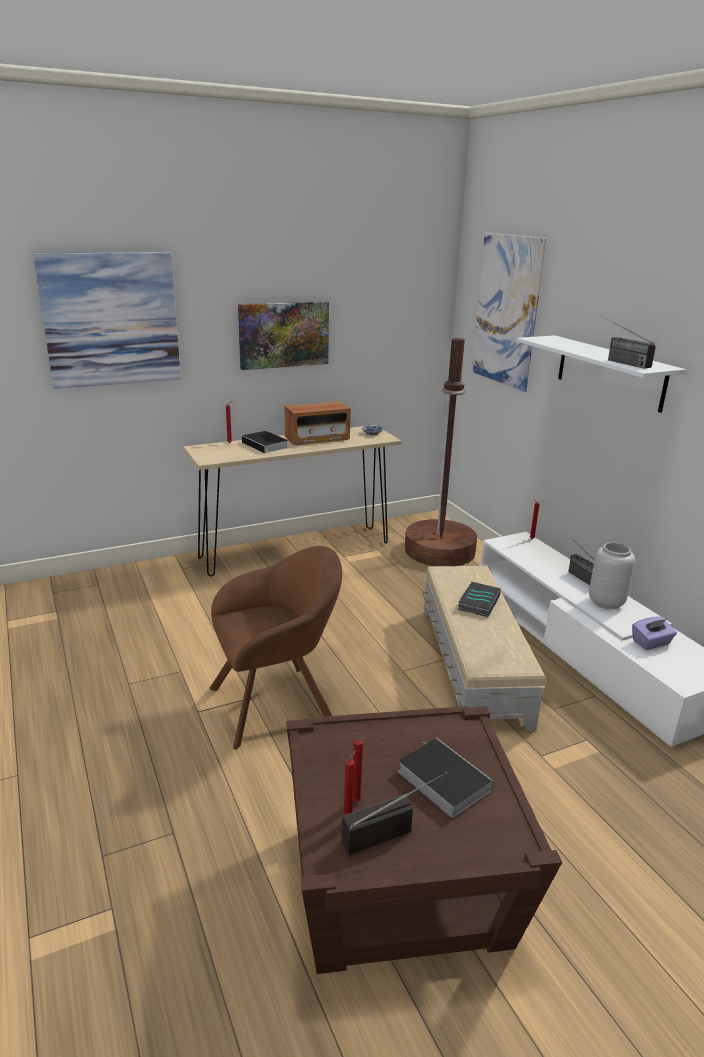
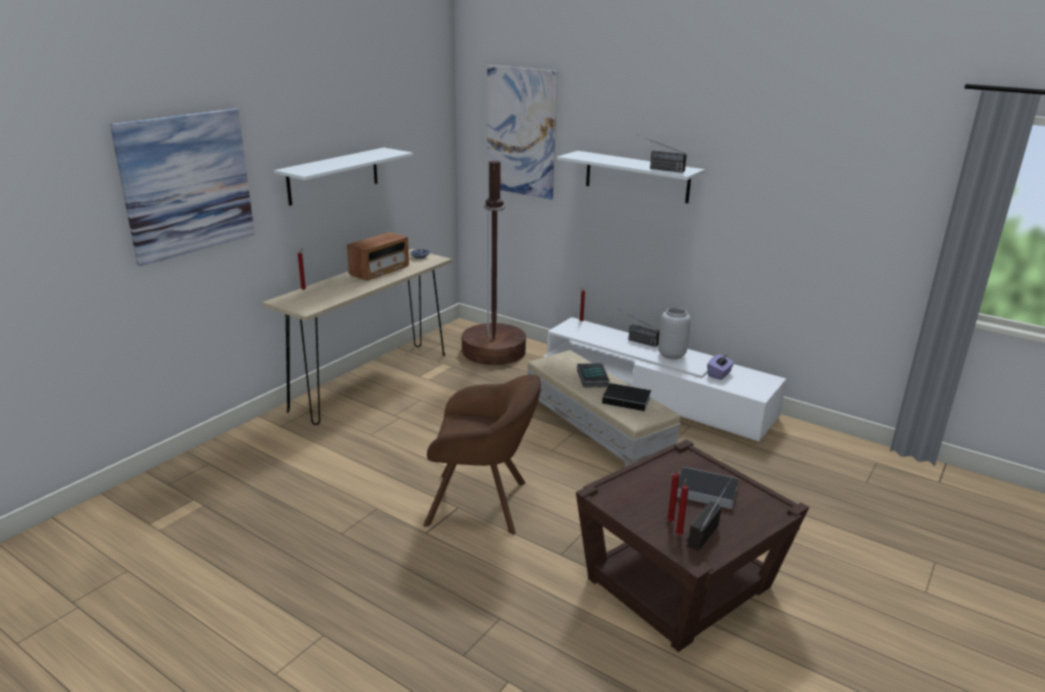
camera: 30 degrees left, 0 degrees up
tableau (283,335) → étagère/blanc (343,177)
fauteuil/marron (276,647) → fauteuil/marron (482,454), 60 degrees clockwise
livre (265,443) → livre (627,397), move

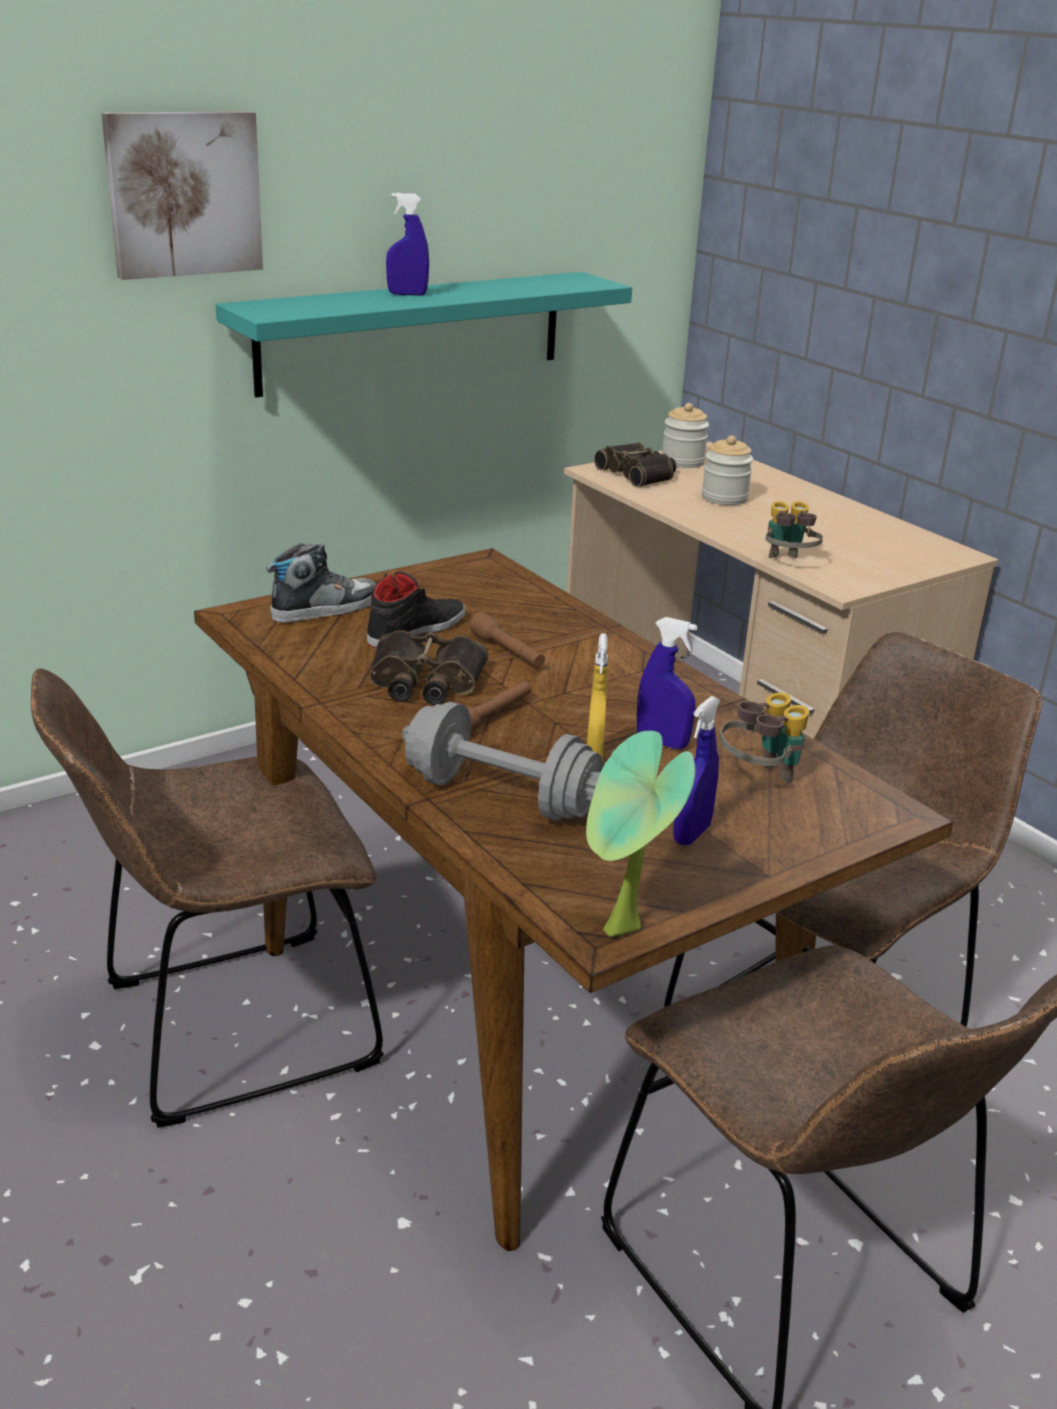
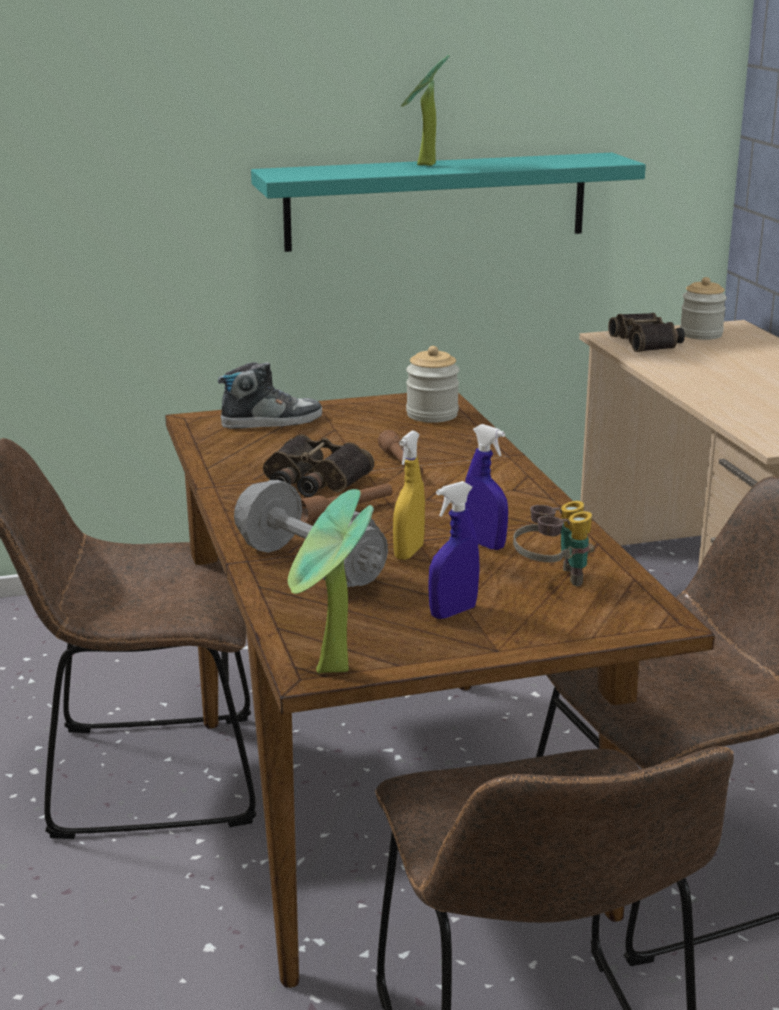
camera: 20 degrees right, 5 degrees down
vaporisateur/bleu (407,244) → plante en pot (425,110)
bocal (727,470) → bocal (432,384), move
tableau (182,195) → -
chaussure/noir (416,609) → -
jumelles (794,529) → -

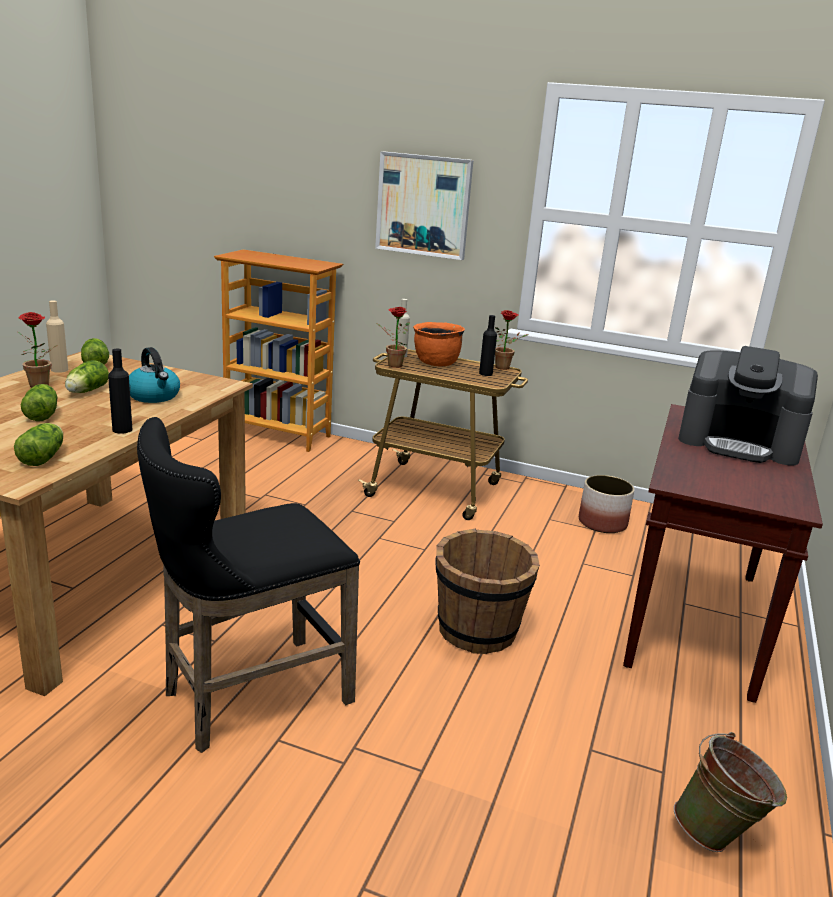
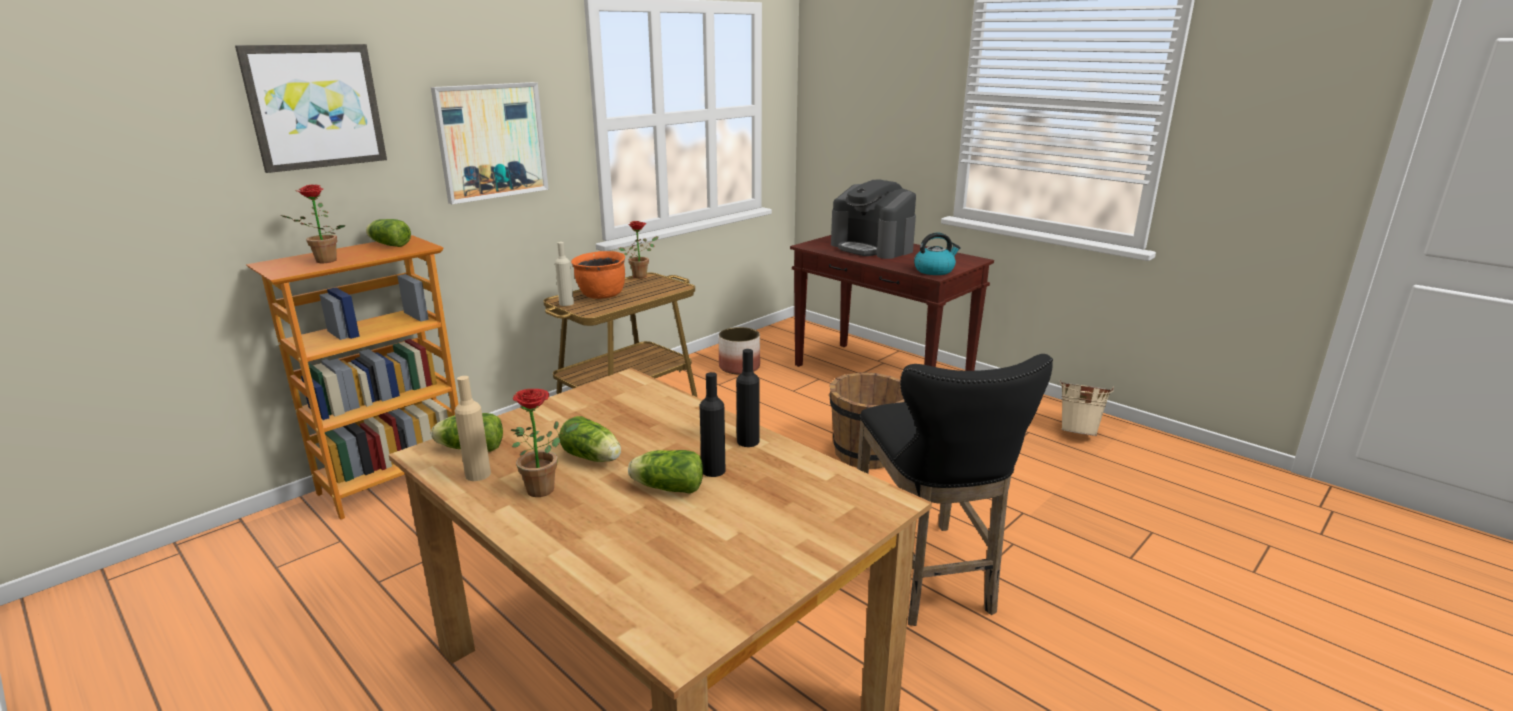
camera: 65 degrees left, 0 degrees up
- → tableau (311,108)
plante en pot (393,337) → plante en pot (312,223), move
laitue (38,444) → laitue (388,233), move
bouteille/noir (488,345) → bouteille/noir (712,424), move
machine à café (748,406) → machine à café (873,219), 90 degrees clockwise
bouilloire (154,375) → bouilloire (937,254), move
seau/vert (730,792) → seau/beige (1086,407)

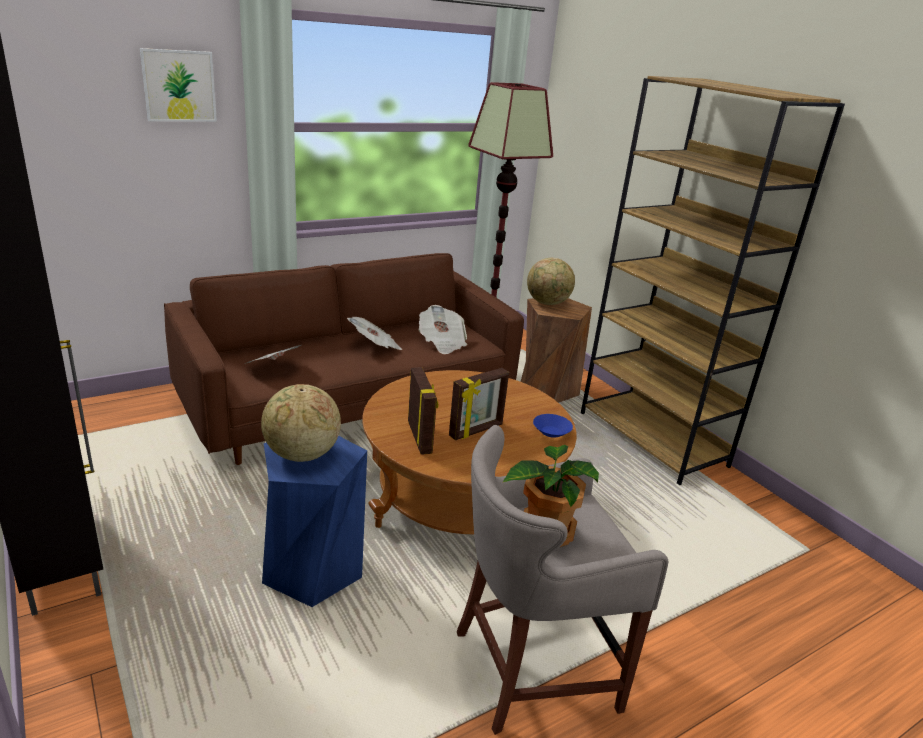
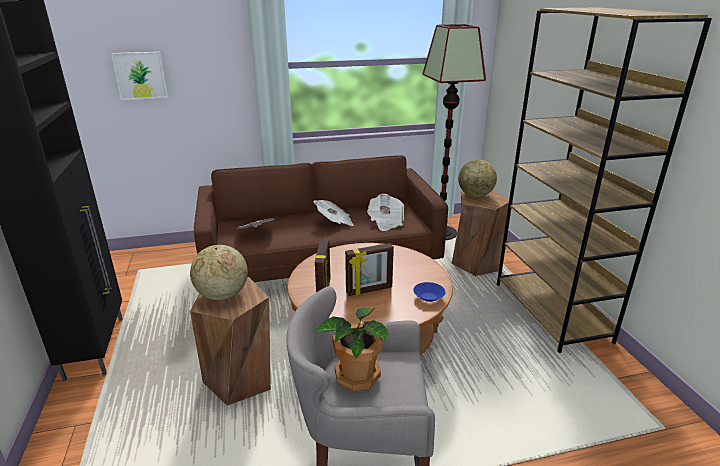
camera: 20 degrees right, 0 degrees up
tableau (178,85) → tableau (139,76), move
tabouret/bleu (314,521) → tabouret/marron (230,341)

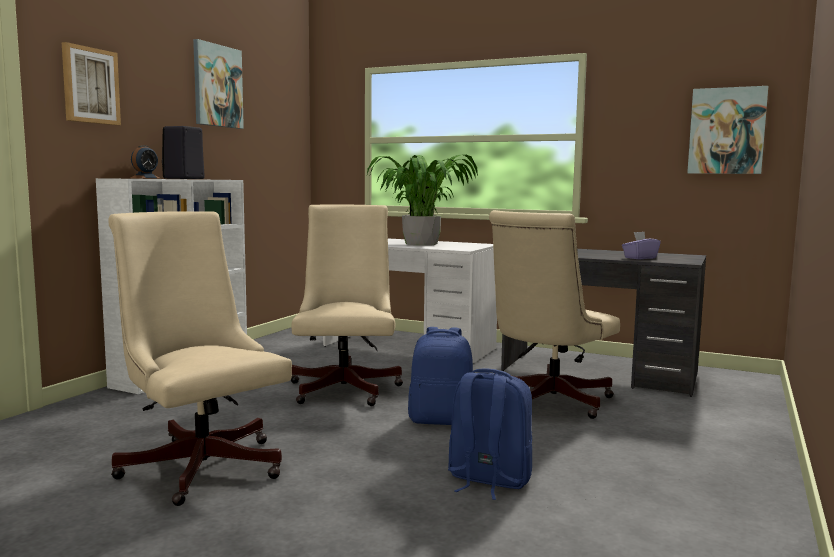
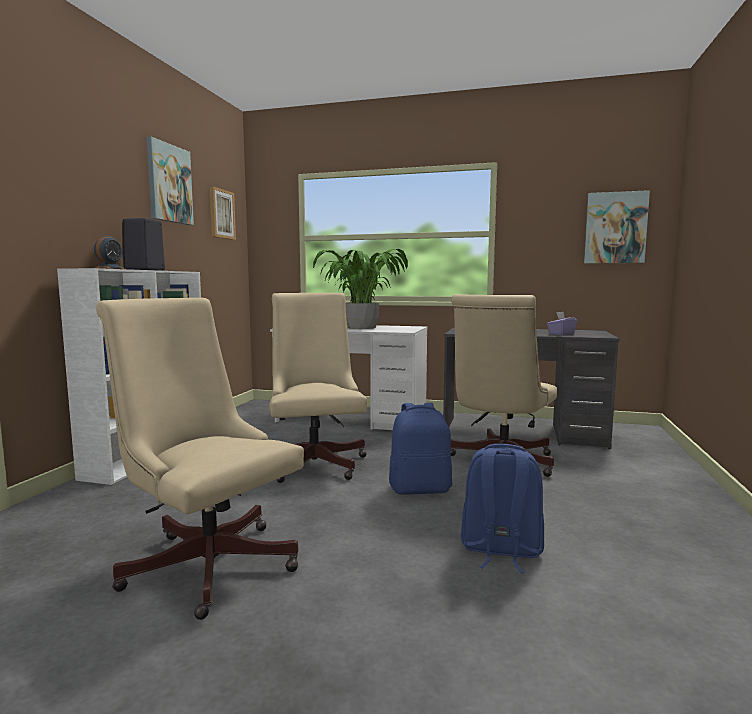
camera: 10 degrees left, 0 degrees up
tableau (91,83) → tableau (223,213), move

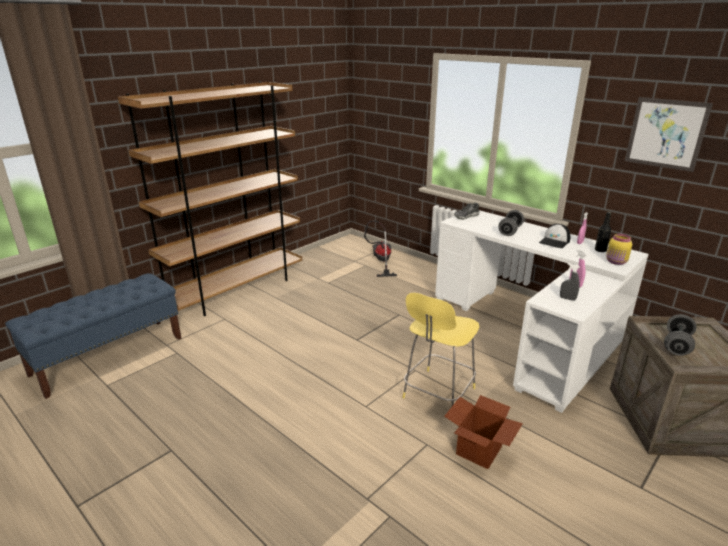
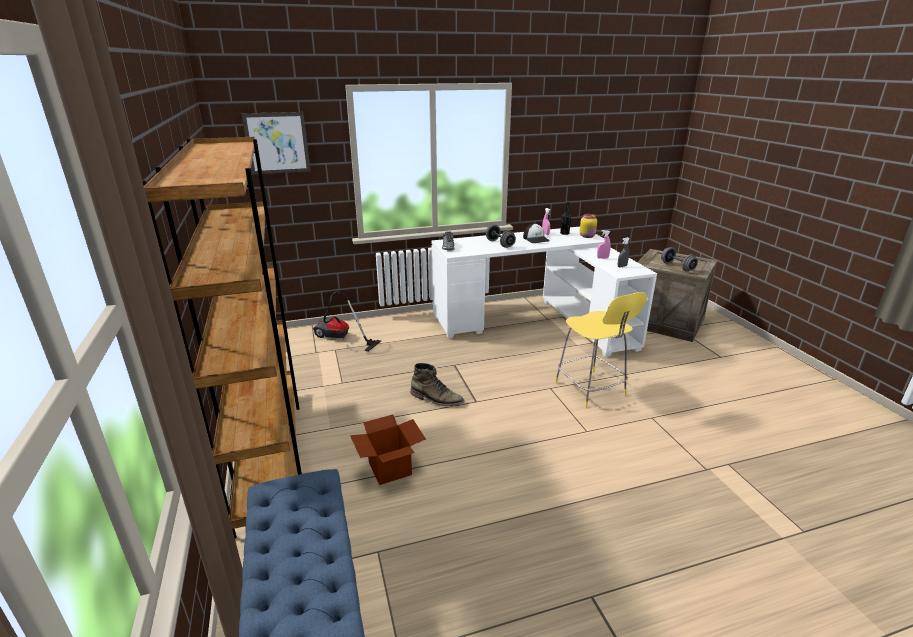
camera: 60 degrees left, 0 degrees up
tableau (669,134) → tableau (276,143), move
carton (483,432) → carton (388,449), move
- → botte/vert (437,384)

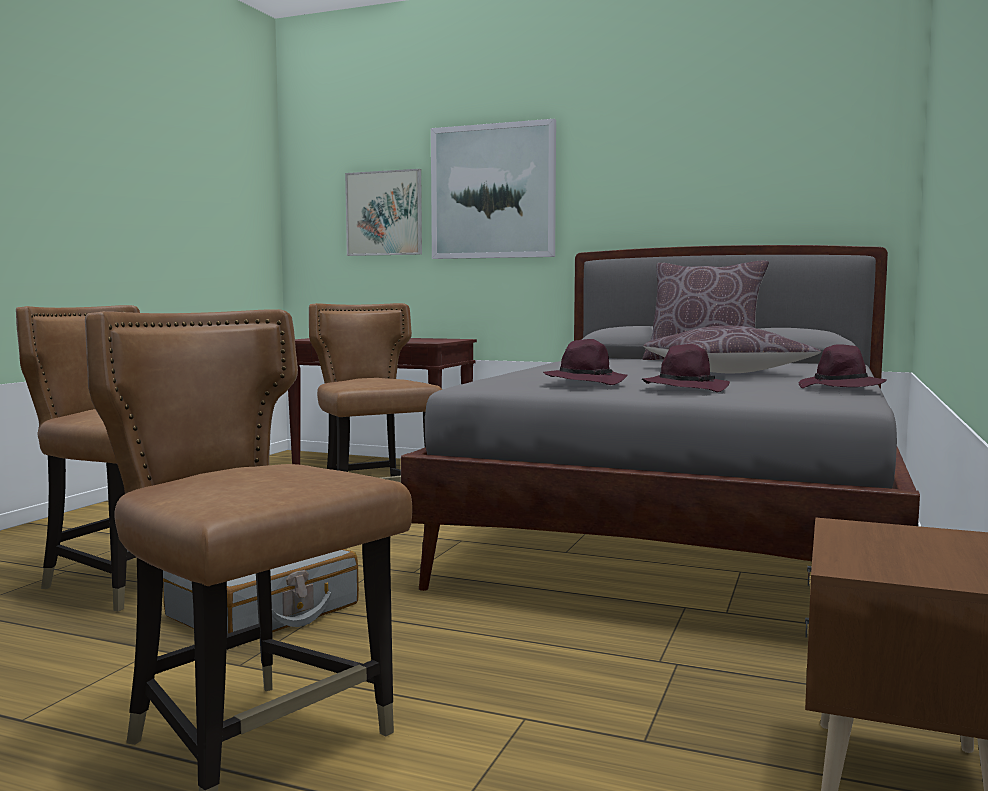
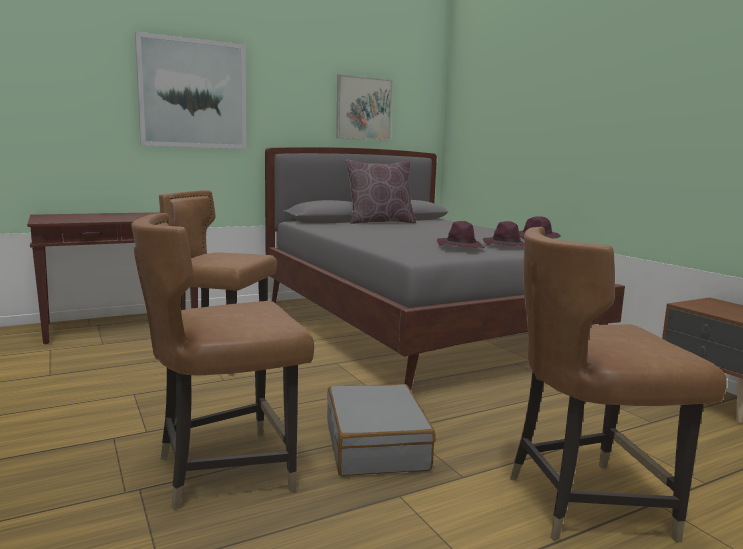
camera: 50 degrees left, 5 degrees up
tableau (383,212) → tableau (364,108), move
coussin/marron (732,349) → -

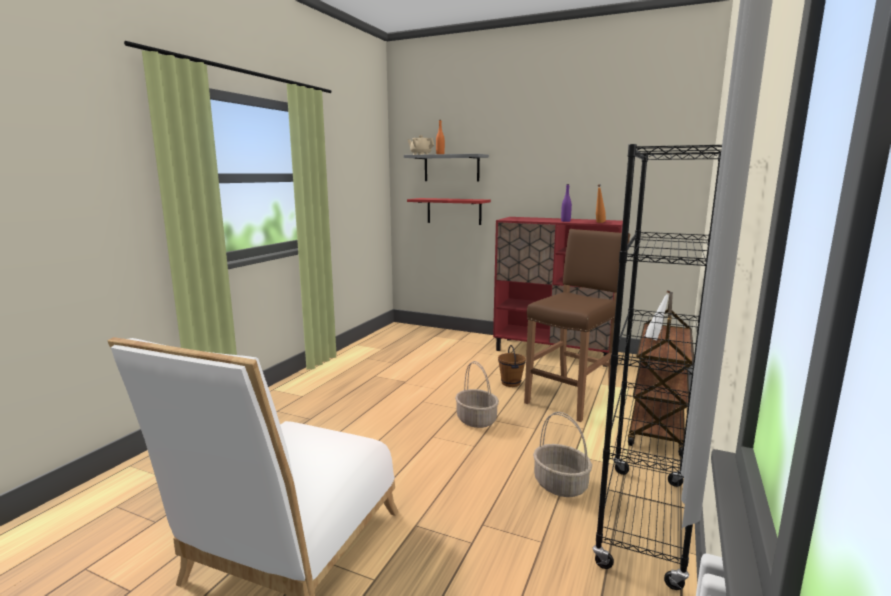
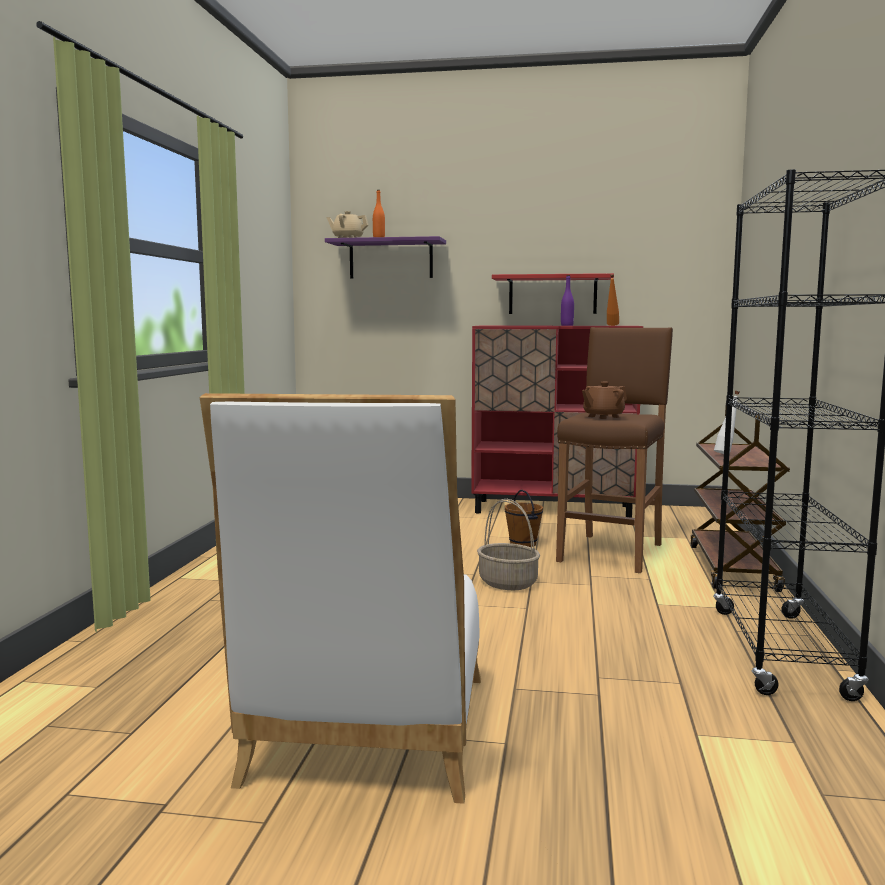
camera: 15 degrees left, 5 degrees down
étagère/gris (446,168) → étagère/violet (385,257)
étagère/rouge (449,211) → étagère/rouge (553,293), move
- → théière/marron (604,400)
panier (562,454) → -

